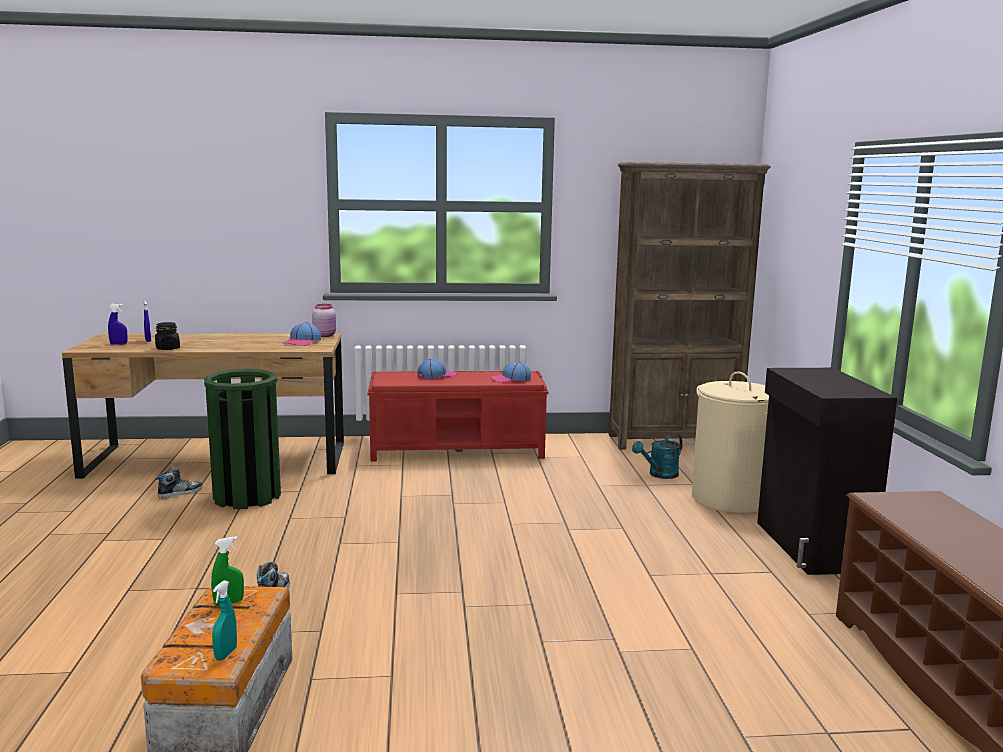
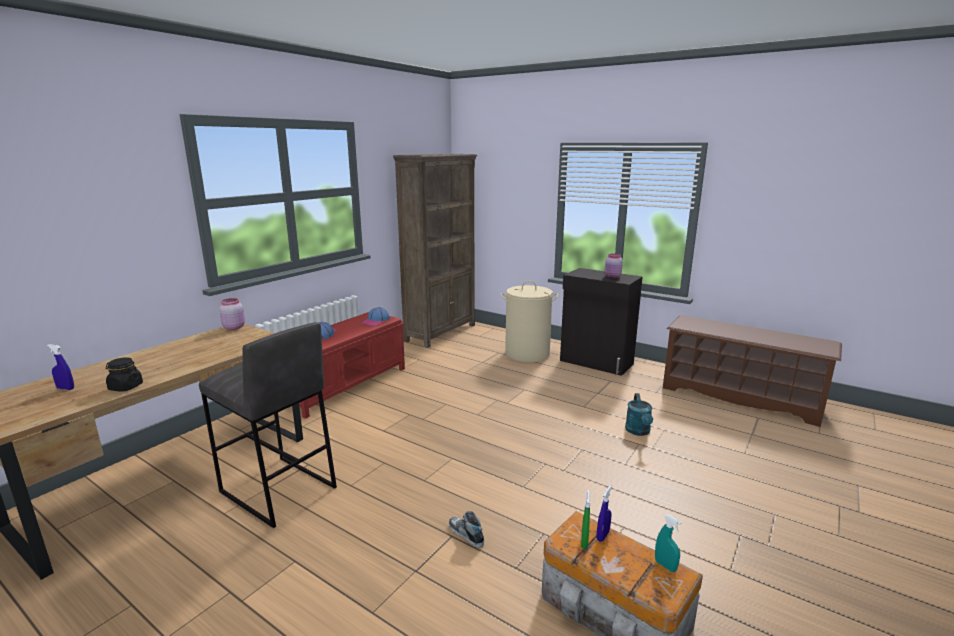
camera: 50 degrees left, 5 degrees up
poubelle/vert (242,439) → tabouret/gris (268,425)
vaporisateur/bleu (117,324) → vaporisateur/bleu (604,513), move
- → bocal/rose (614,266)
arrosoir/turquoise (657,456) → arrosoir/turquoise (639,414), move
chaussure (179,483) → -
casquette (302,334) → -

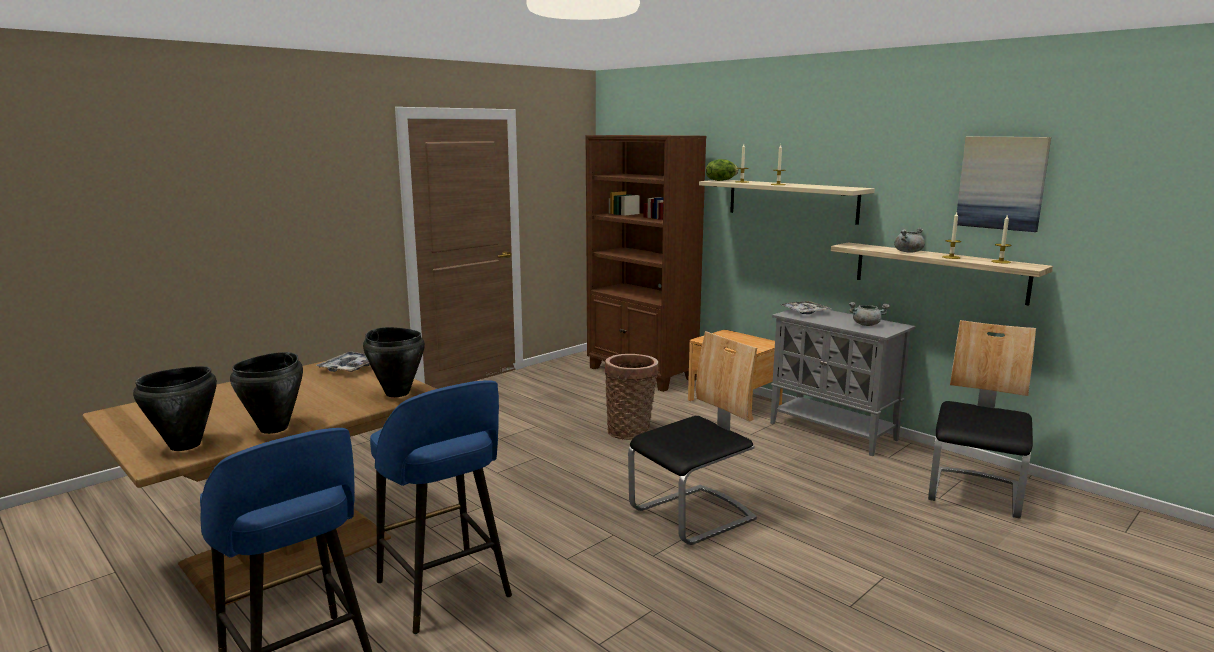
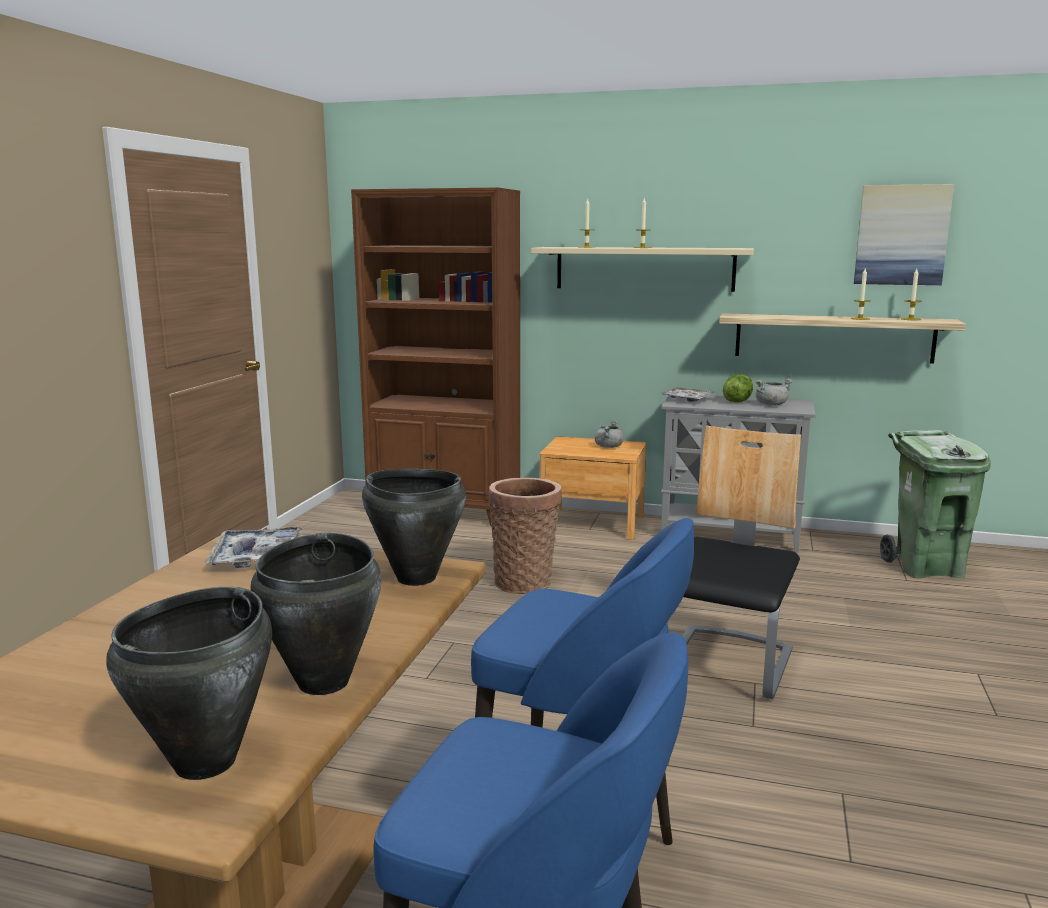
camera: 30 degrees left, 0 degrees up
marmite/gris (909,240) → marmite/gris (609,434), move
laitue (722,170) → laitue (738,388), move
chaise (982,419) → poubelle/vert (935,504)

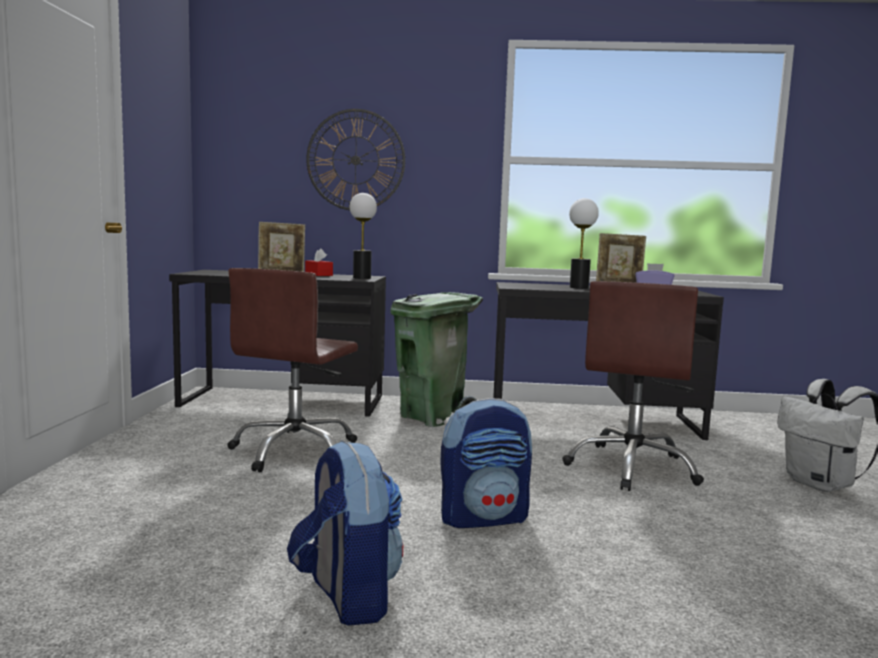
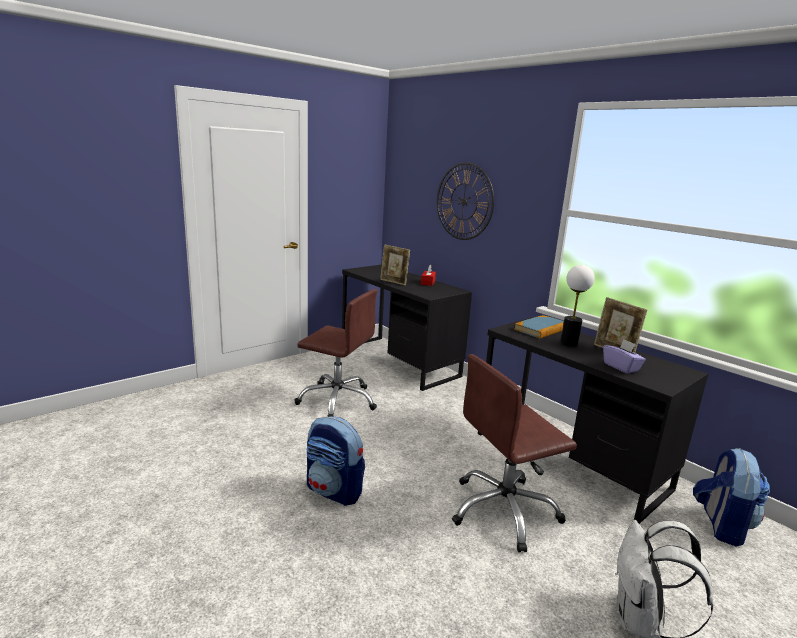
camera: 45 degrees right, 10 degrees up
chaise de bureau/marron (292,370) → chaise de bureau/marron (335,353), 135 degrees counterclockwise
- → livre (539,326)
sac à dos (345,533) → sac à dos (731,497), move
lampe de table (363,236) → -
poubelle/vert (436,359) → -

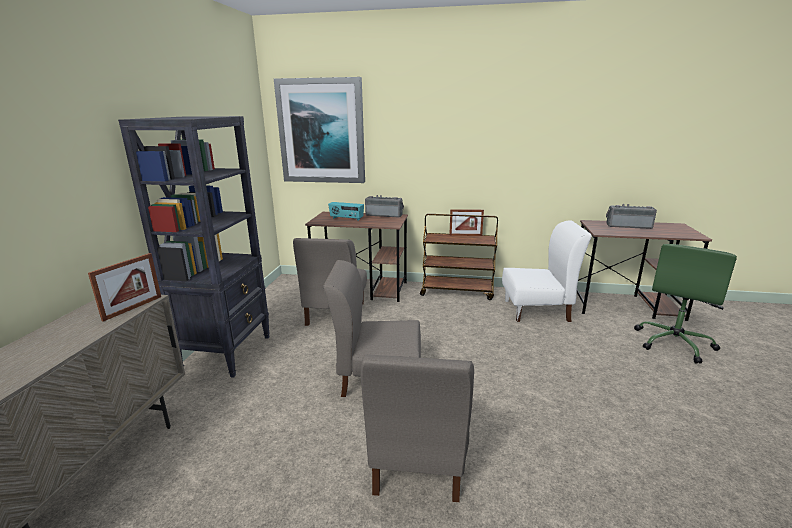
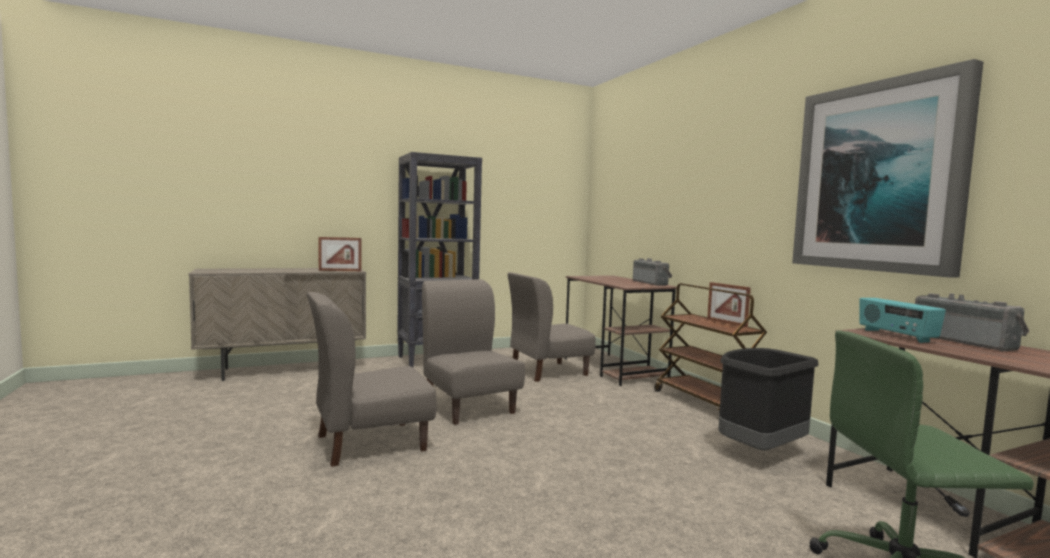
camera: 55 degrees right, 15 degrees down
chaise/blanc (547,271) → poubelle/noir (768,399)
tableau (319,130) → tableau (887,168), move
radio (346,211) → radio (902,320), move

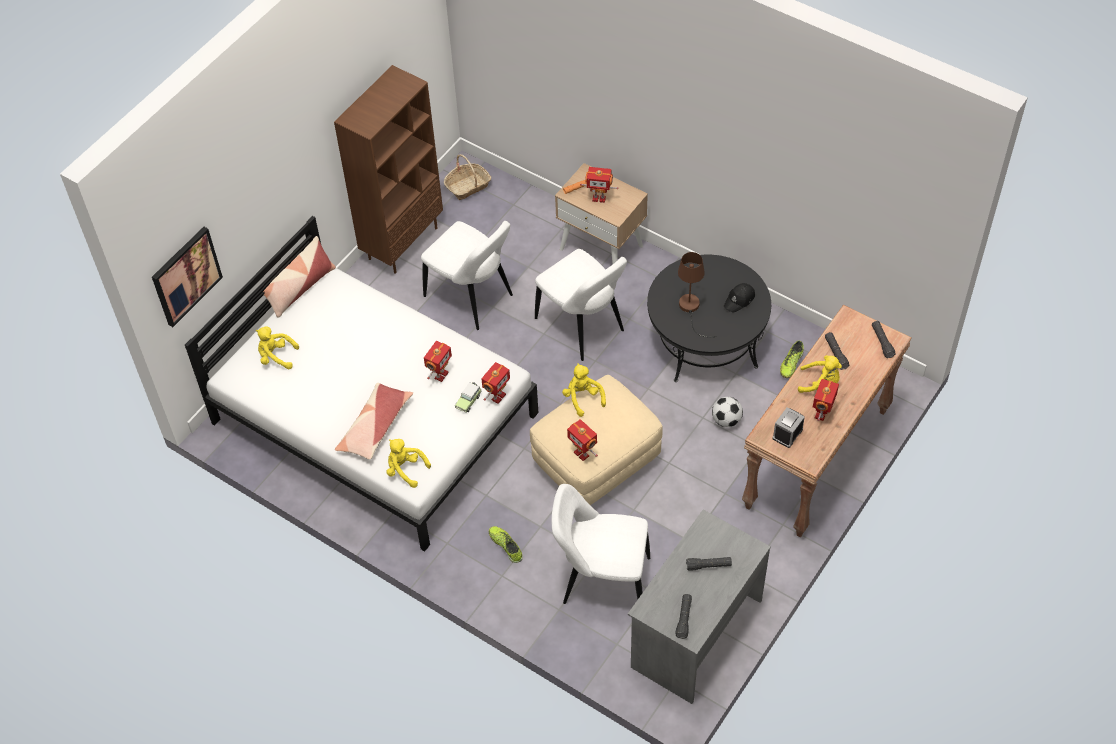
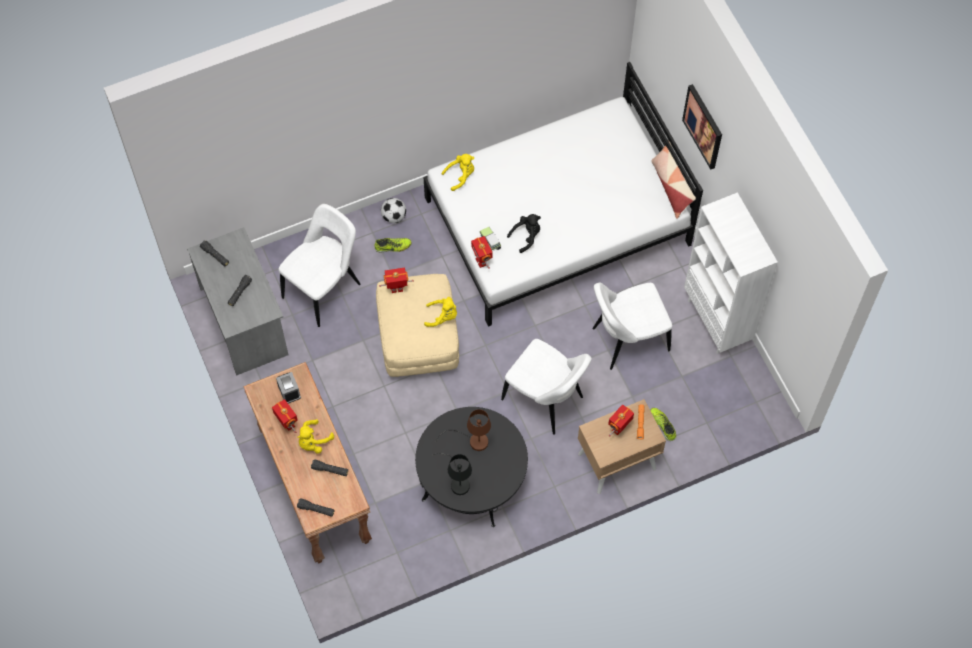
camera: 120 degrees right, 10 degrees up
ballon de foot (727,412) → ballon de foot (393,210), move
casquette/noir (739,298) → lampe de table/noir (452,474)
chaise/blanc (581,305) → chaise/blanc (546,387), 135 degrees counterclockwise
robot jouet (438,361) → peluche/noir (524,233)
chaussure (792,359) → chaussure (663,424), move
tableau (187,277) → tableau (702,127), move
bibliothèque/marron (388,169) → bibliothèque/blanc (731,273)
peluche/jaune (277,347) → -
coussin (374,421) → -
panier (467,177) → -

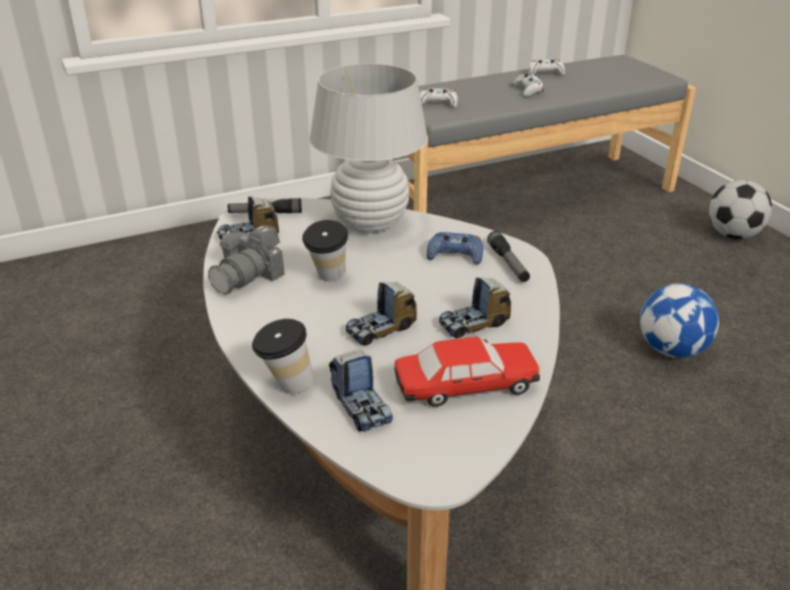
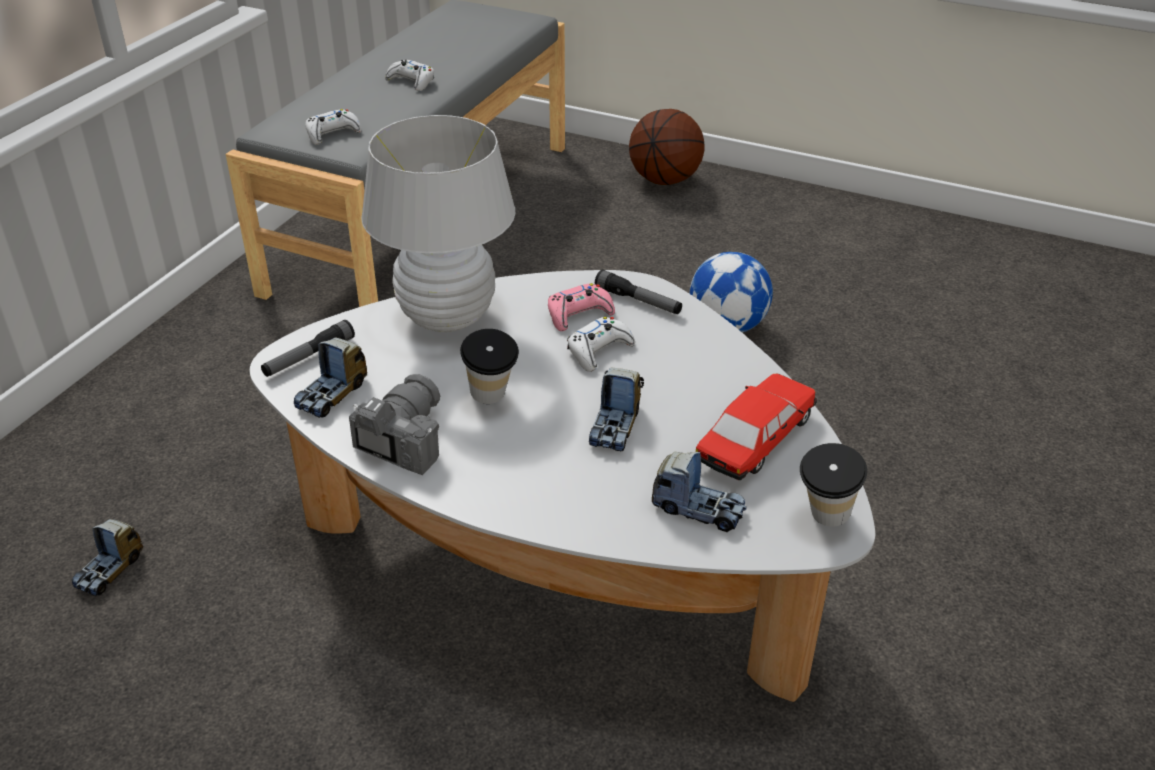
camera: 40 degrees left, 5 degrees up
camion jouet (475,307) → camion jouet (107,557), move
appareil photo (246,259) → appareil photo (394,424), 150 degrees counterclockwise
manette/bleu (455,248) → manette/rose (581,307)
manette/blanc (547,67) → manette/blanc (601,344), move
ballon de foot (740,209) → ballon de basket (667,147)
tasse (283,356) → tasse (833,485), move

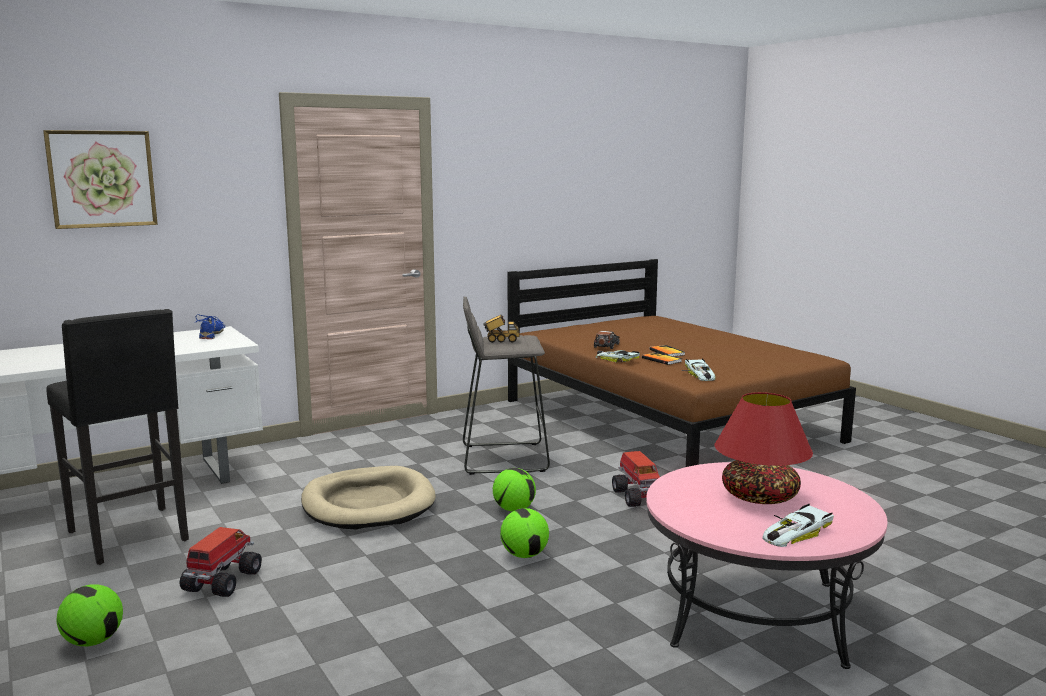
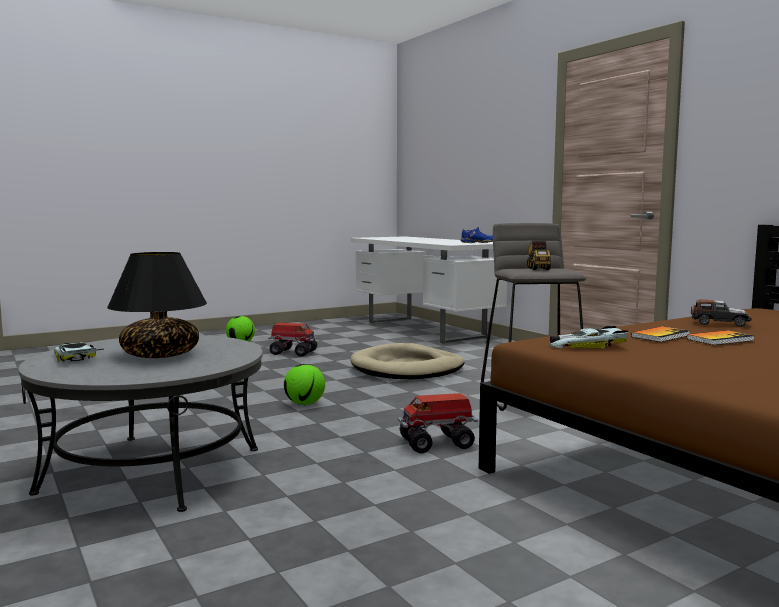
camera: 90 degrees right, 5 degrees down
table basse/rose (767,565) → table basse/gris (141,423)
lampe de table/rouge (764,448) → lampe de table/noir (157,305)
tableau (100,179) → -
tabouret/noir (117,437) → -
ballon de foot (514,490) → -
petite voiture (618,356) → -

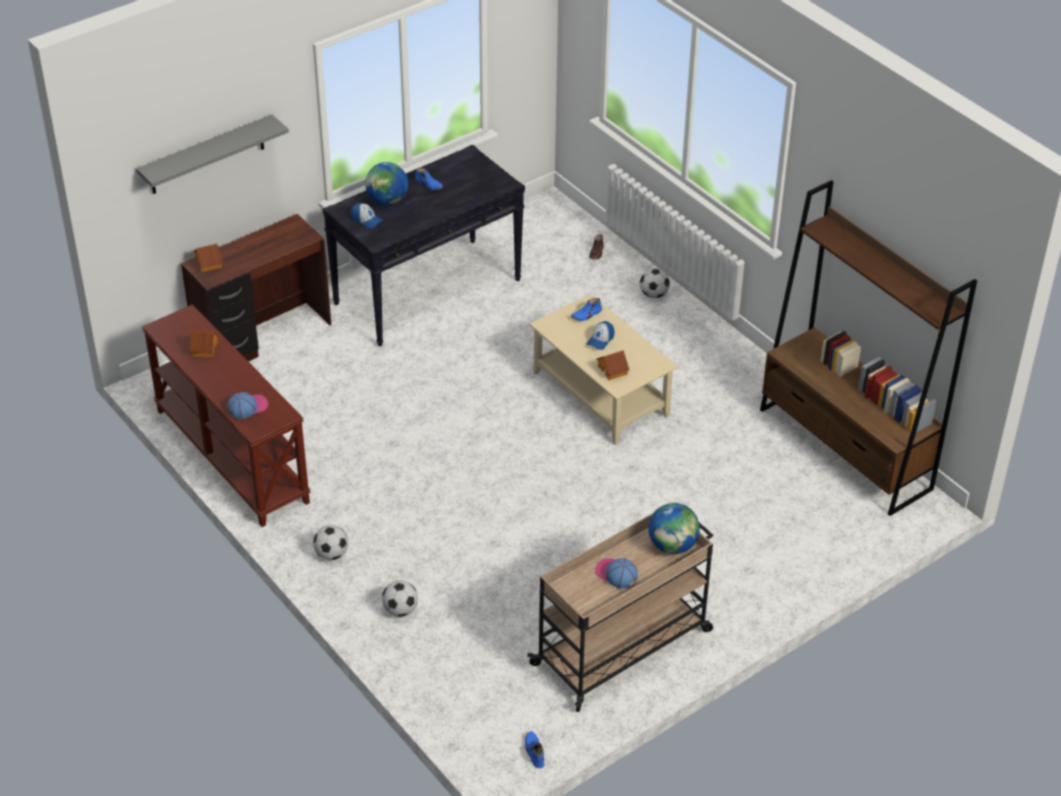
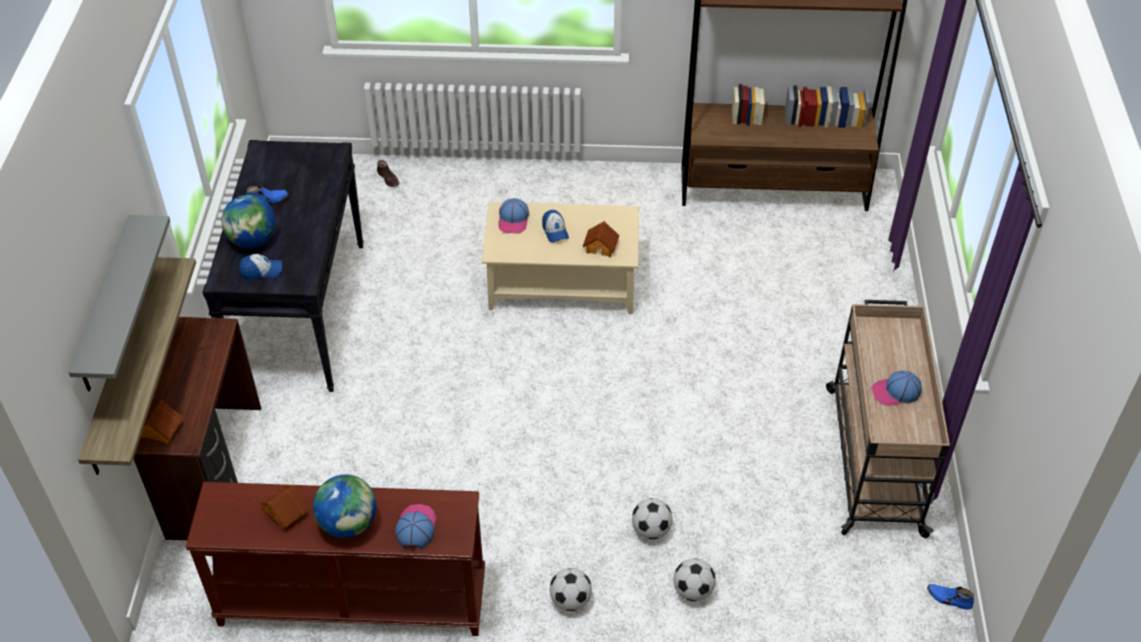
camera: 50 degrees left, 5 degrees up
- → étagère (137,366)
globe (674,528) → globe (344,506), move
chaussure/bleu (586,309) → casquette (513,215)
ballon de foot (655,283) → ballon de foot (652,518), move

